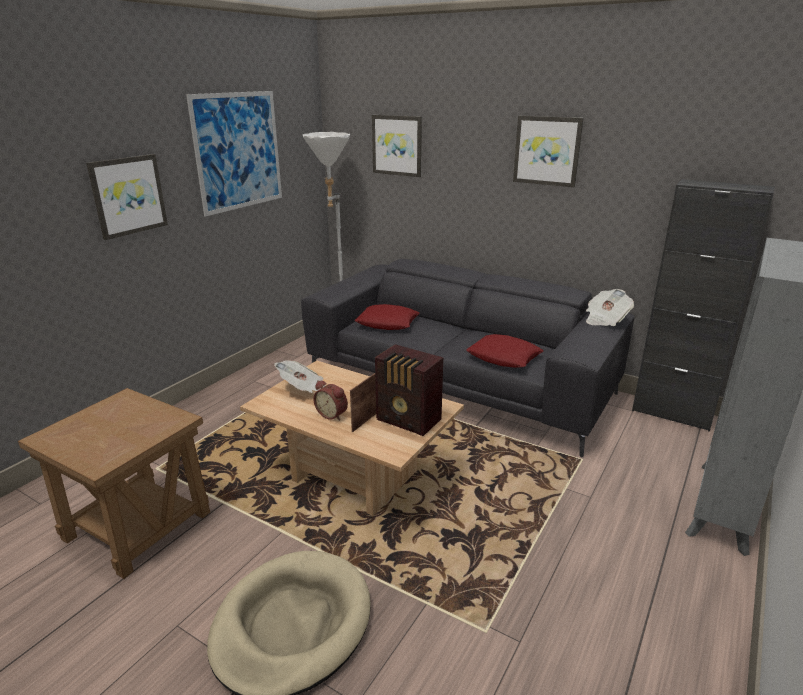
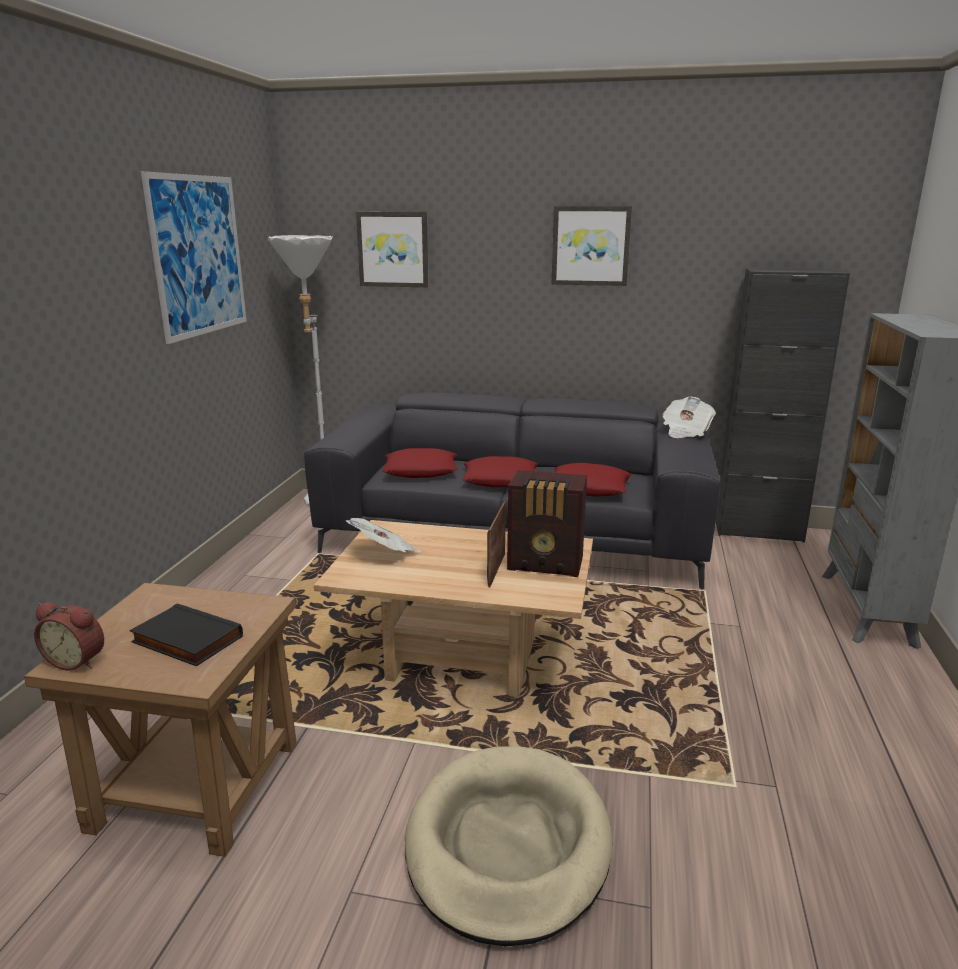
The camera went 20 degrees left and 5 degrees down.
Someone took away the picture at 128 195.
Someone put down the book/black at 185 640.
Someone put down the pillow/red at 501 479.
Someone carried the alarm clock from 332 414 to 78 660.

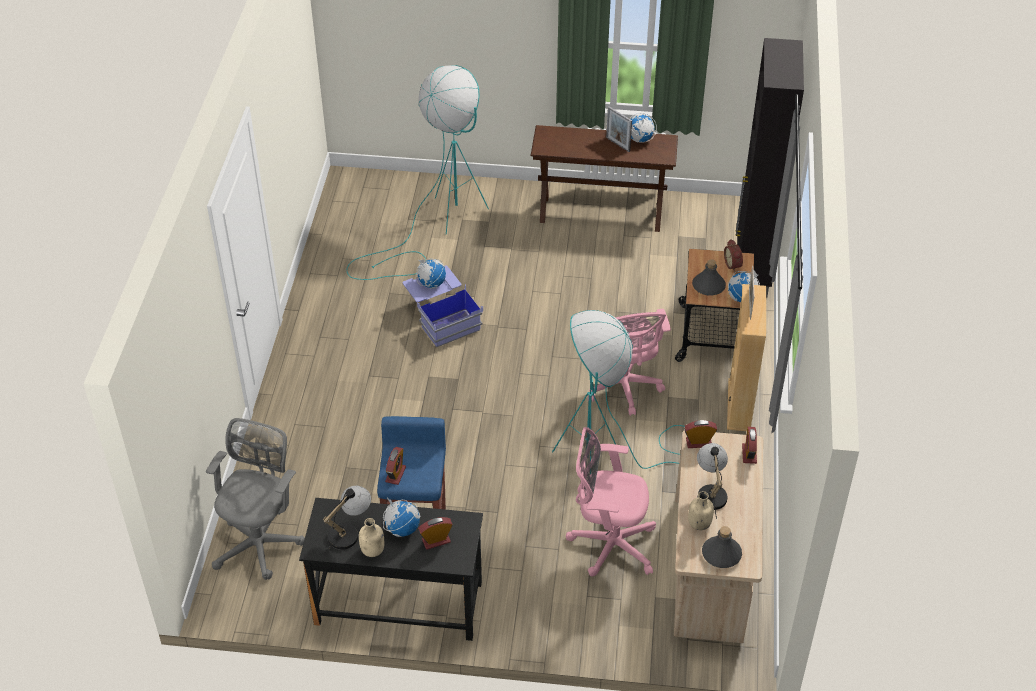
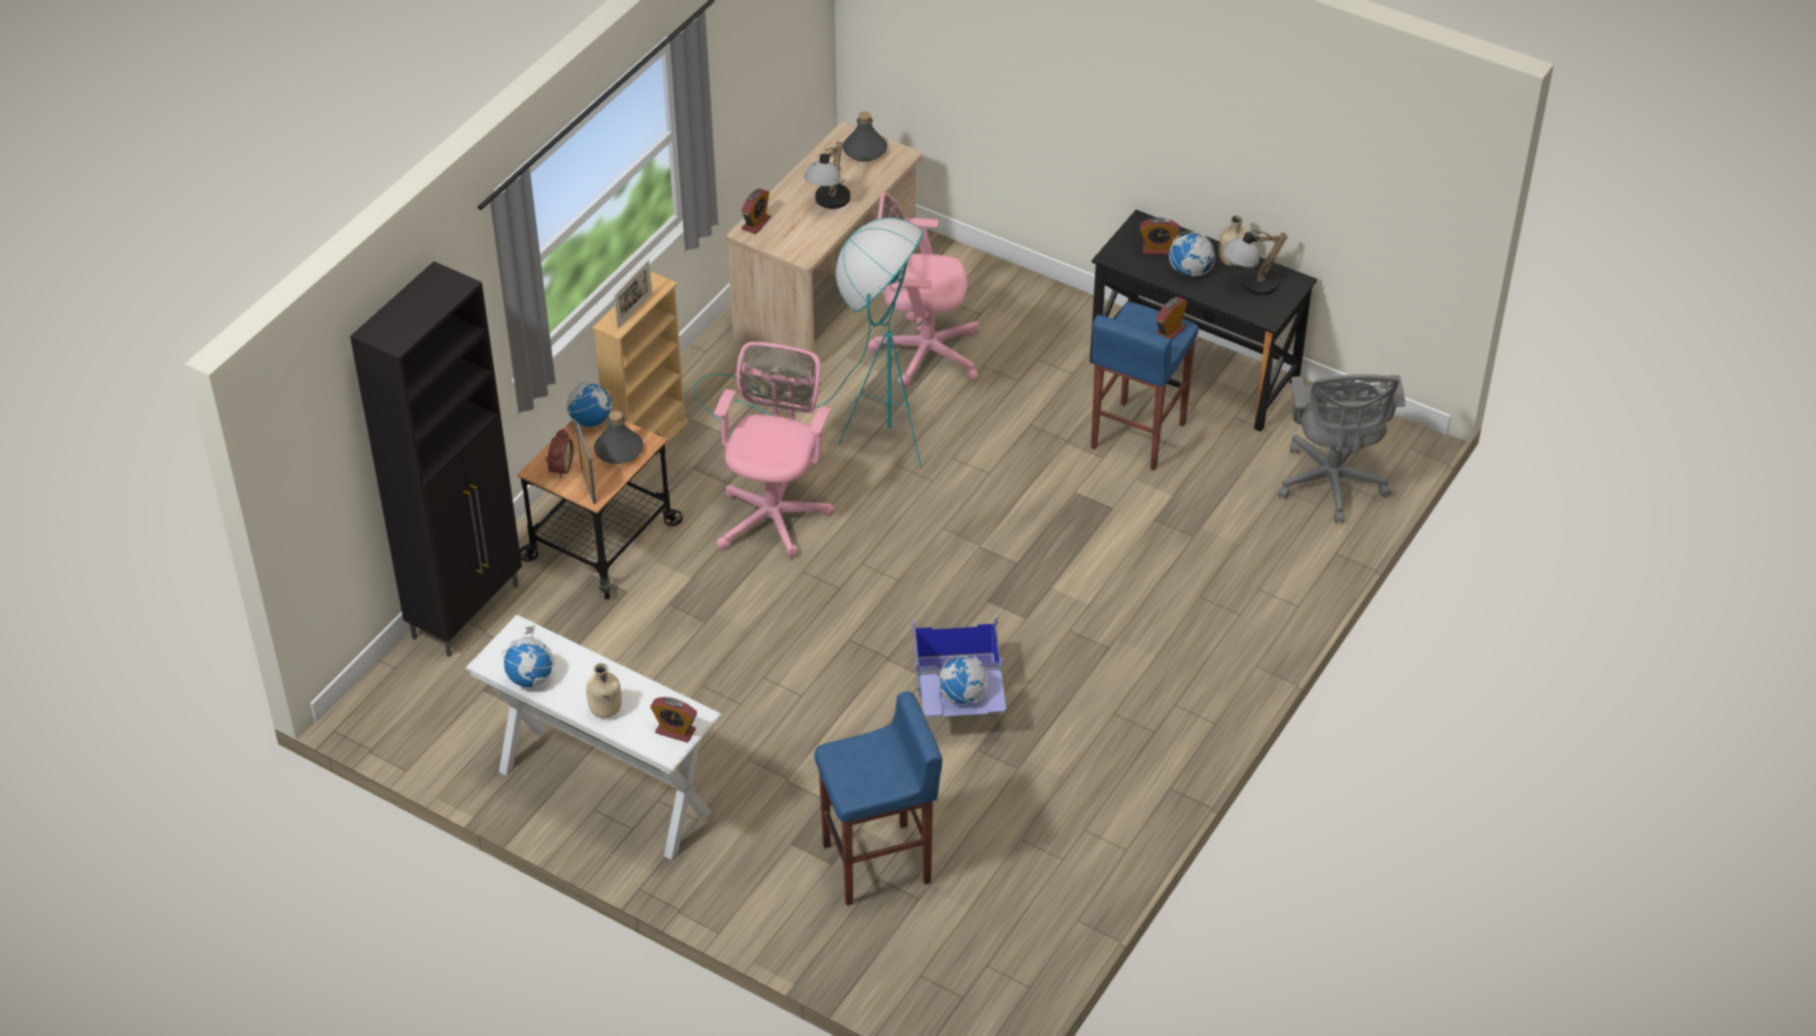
The camera went 155 degrees left and 0 degrees up.
Someone carried the picture frame from 618 144 to 588 486.
Someone carried the alarm clock from 698 442 to 675 731.
Someone carried the bottle/beige from 699 523 to 605 711.
Someone swapped the floor lamp/turquoise at 437 226 for the stool/blue at 879 864.
Someone repainted the console table/brown at 601 214, which became the console table/white at 604 791.
Someone rotated the office chair/grey at 261 541 by 45 degrees counterclockwise.
Someone rotated the office chair/pink at 609 544 by 150 degrees clockwise.

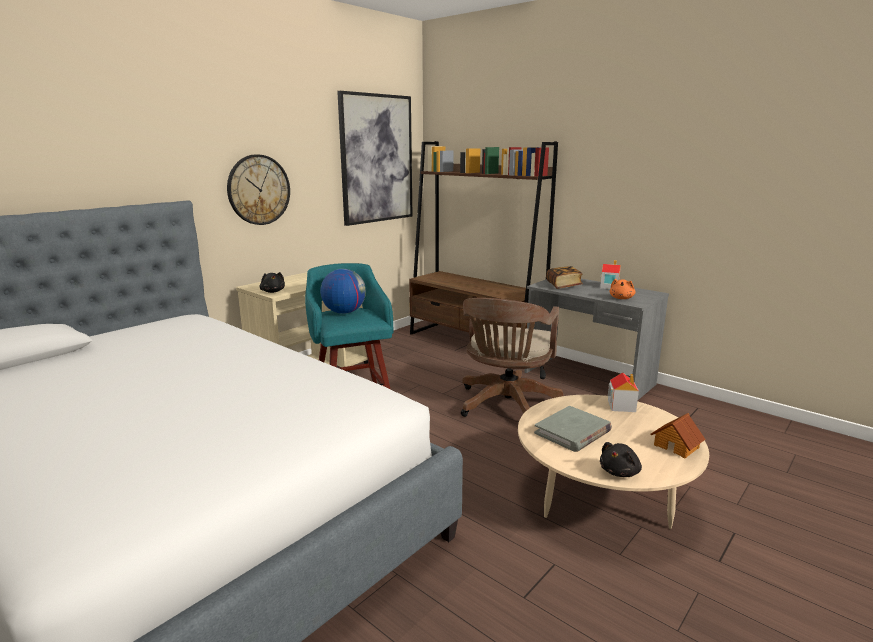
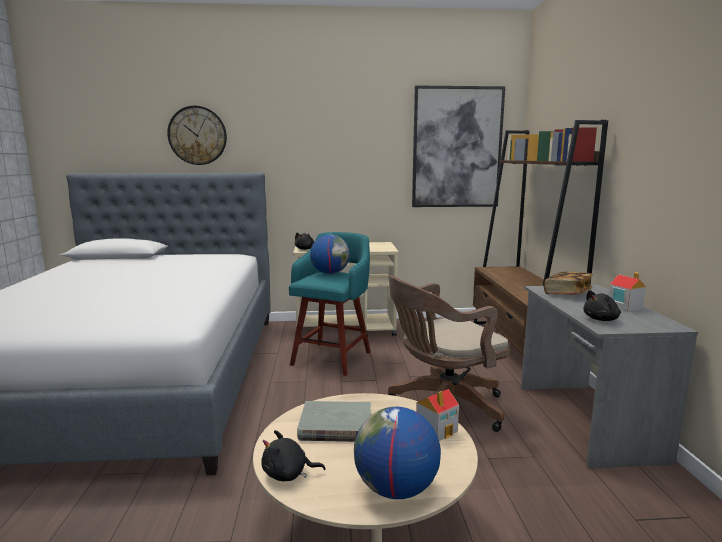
The camera went 45 degrees right and 5 degrees down.
Someone carried the wall clock from 258 190 to 197 135.
Someone swapped the toy house at 676 446 for the globe at 395 489.
Someone repainted the plush toy/orange at 621 298, which became the plush toy/black at 602 319.

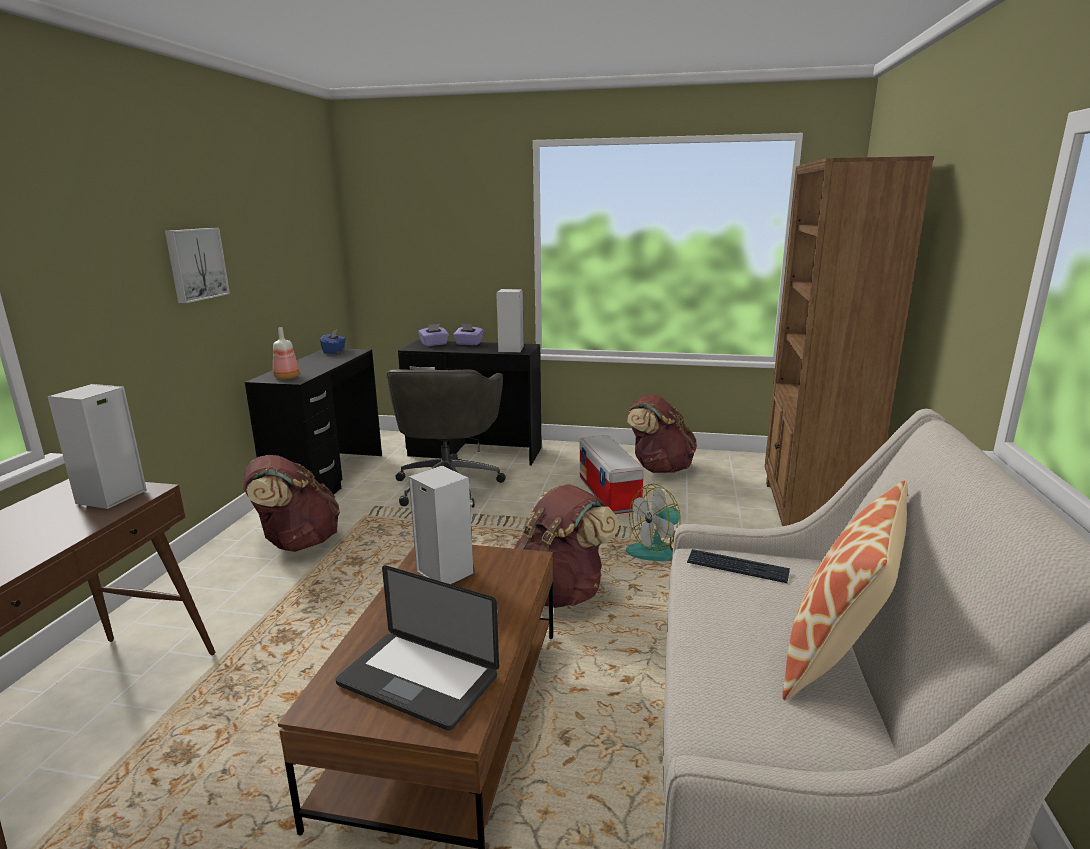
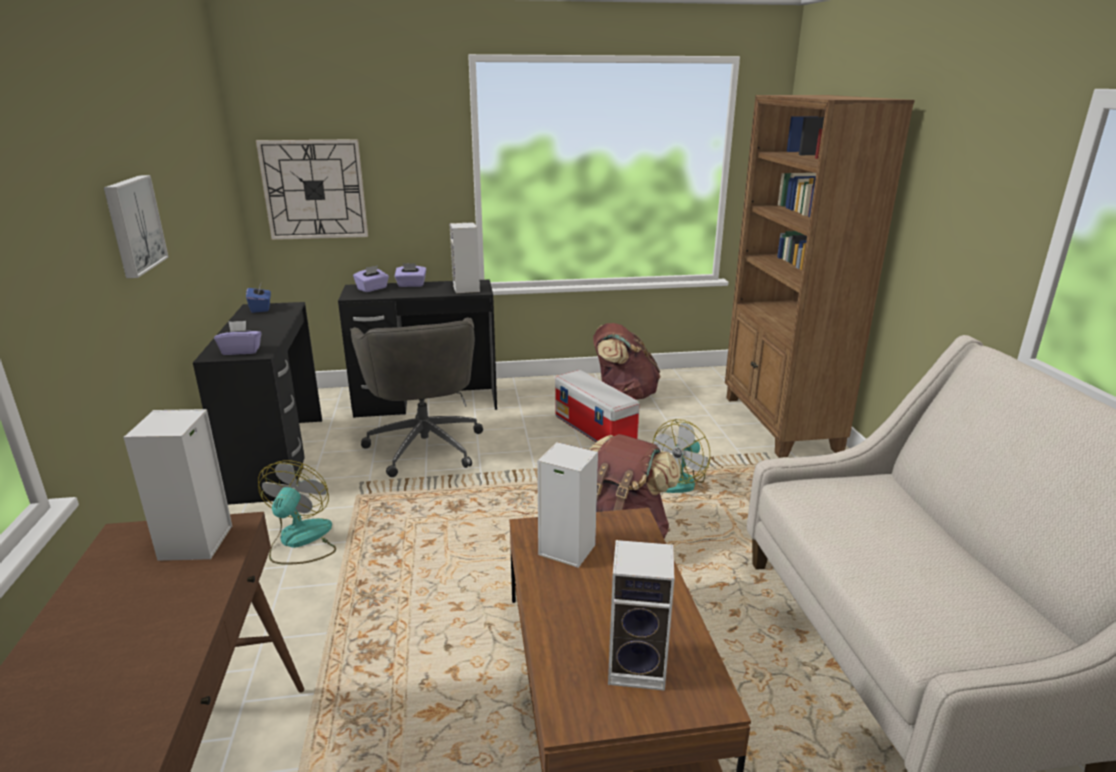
The camera went 20 degrees left and 5 degrees up.
Someone took away the keyboard at 737 568.
Someone took away the pillow at 836 654.
Someone put up the wall clock at 314 190.
Someone swapped the backpack/brown at 297 542 for the fan at 300 541.
Someone swapped the bottle at 286 377 for the tissue box/purple at 241 351.
Someone swapped the laptop at 418 680 for the speaker at 639 667.

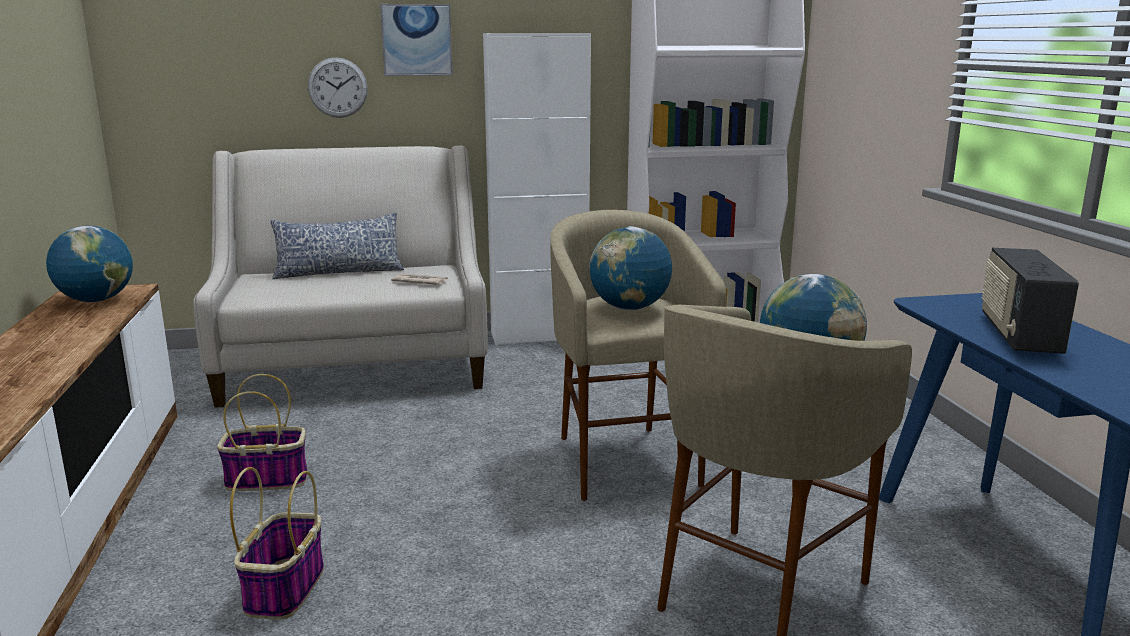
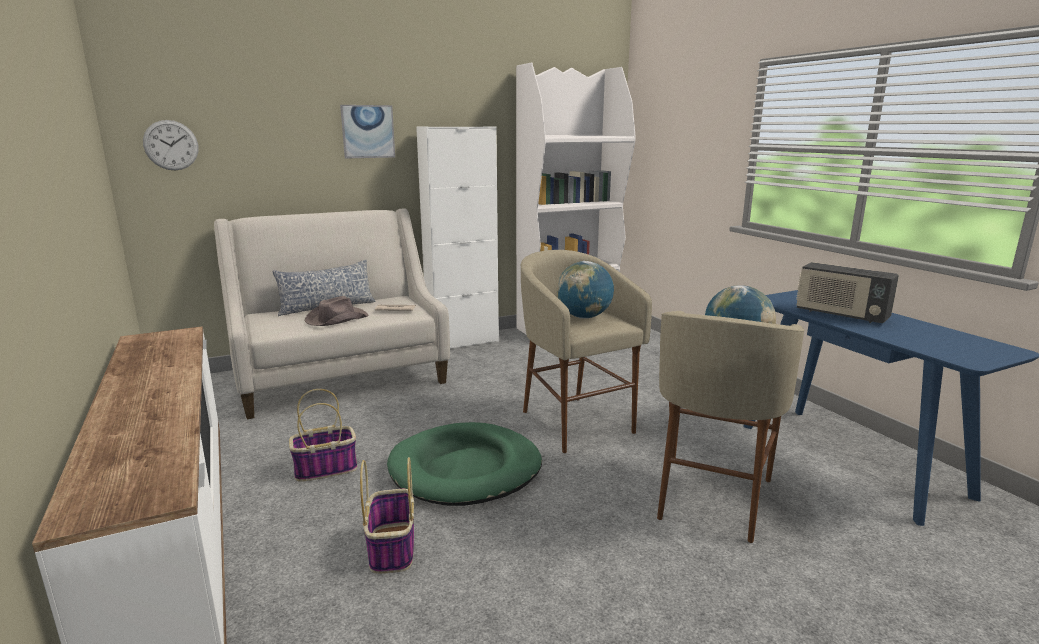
The camera went 15 degrees left and 0 degrees up.
Someone took away the globe at 96 301.
Someone put down the hat/brown at 336 319.
Someone put down the dog bed/green at 466 469.
Someone carried the wall clock from 337 87 to 171 145.
Someone rotated the radio at 1017 335 by 45 degrees counterclockwise.

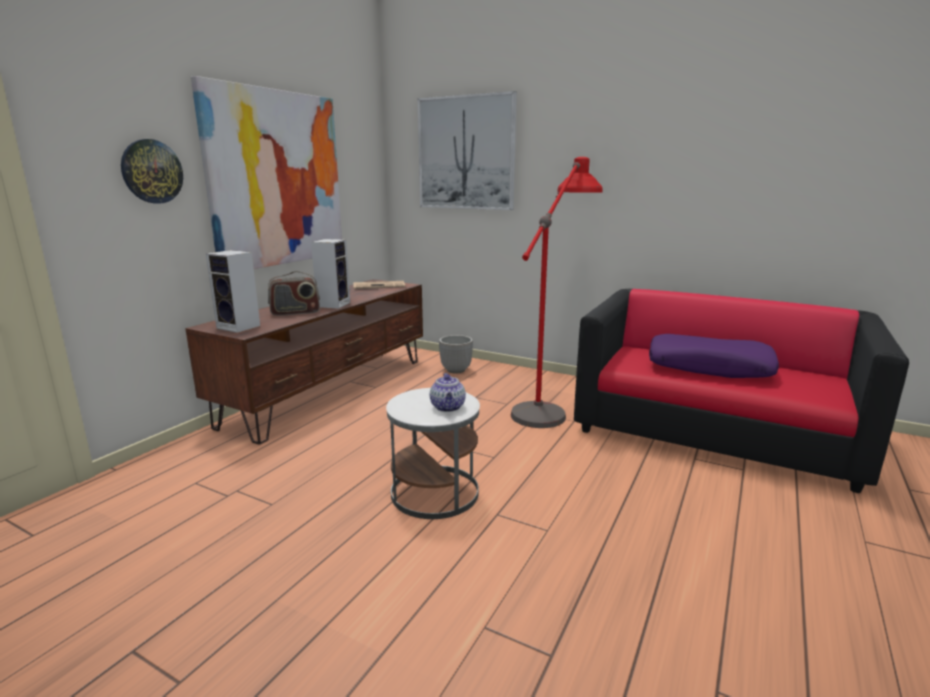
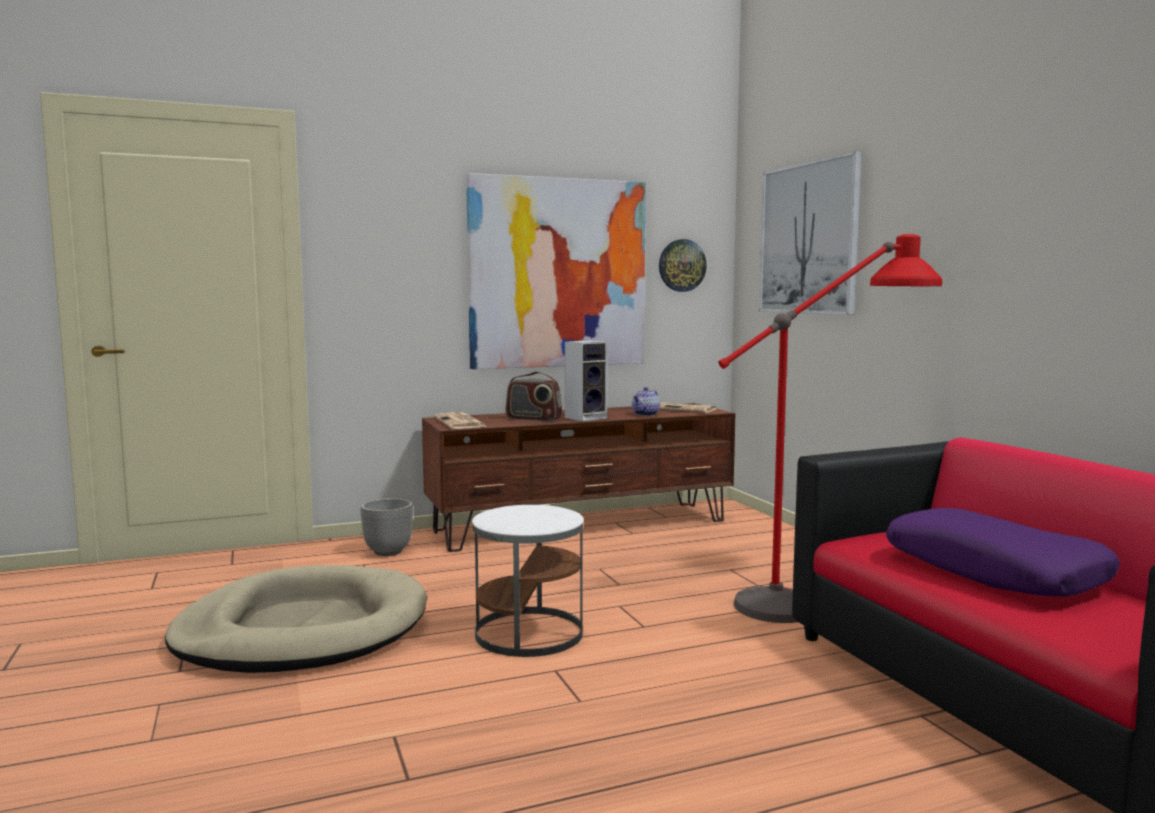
The camera went 40 degrees right and 10 degrees down.
Someone put down the dog bed/beige at 302 629.
Someone carried the wall clock from 152 171 to 682 265.
Someone carried the teapot from 448 407 to 645 414.
Someone carried the planter from 456 370 to 388 552.
Someone swapped the speaker at 240 327 for the newspaper at 461 422.

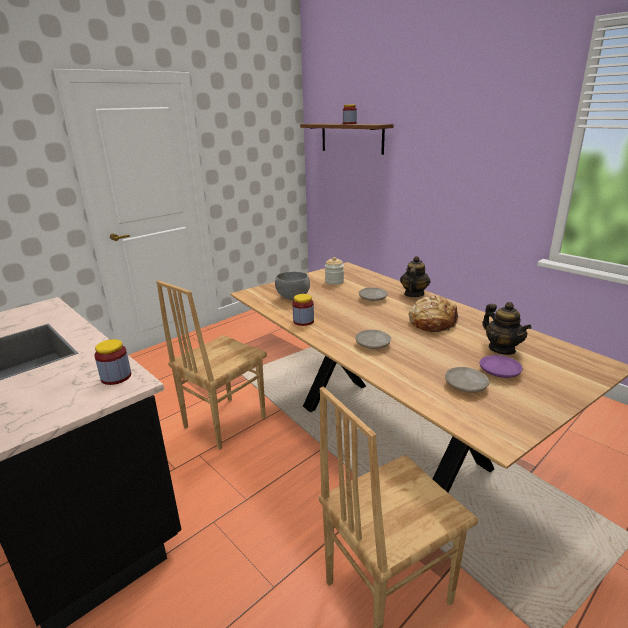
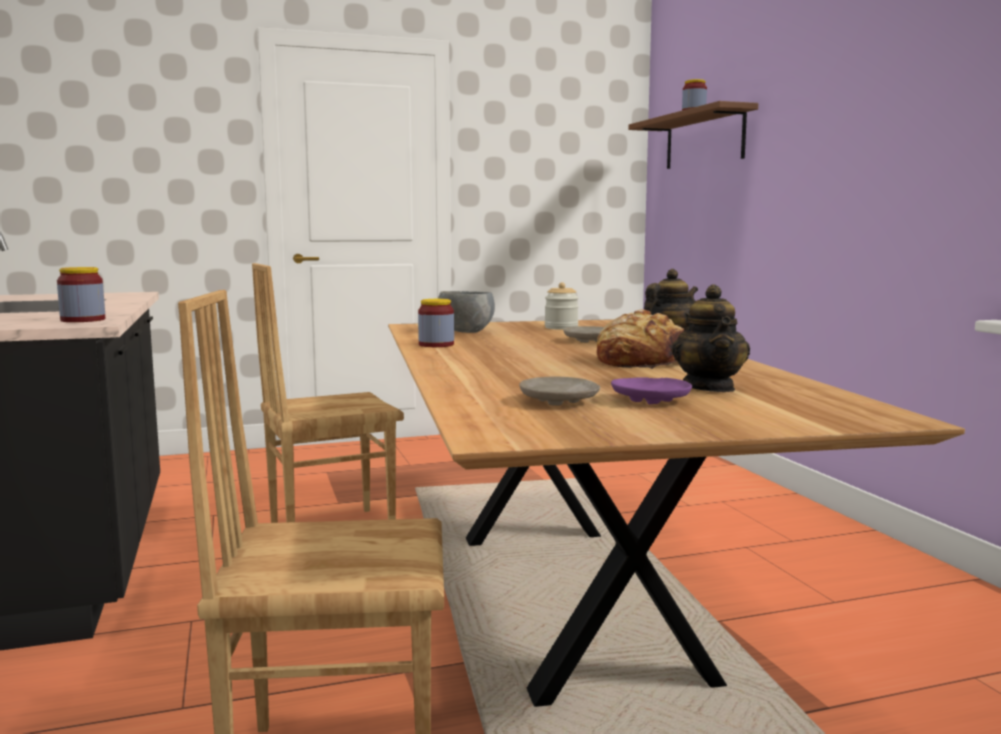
The camera went 25 degrees right and 15 degrees down.
Someone took away the plate/beige at 373 344.

